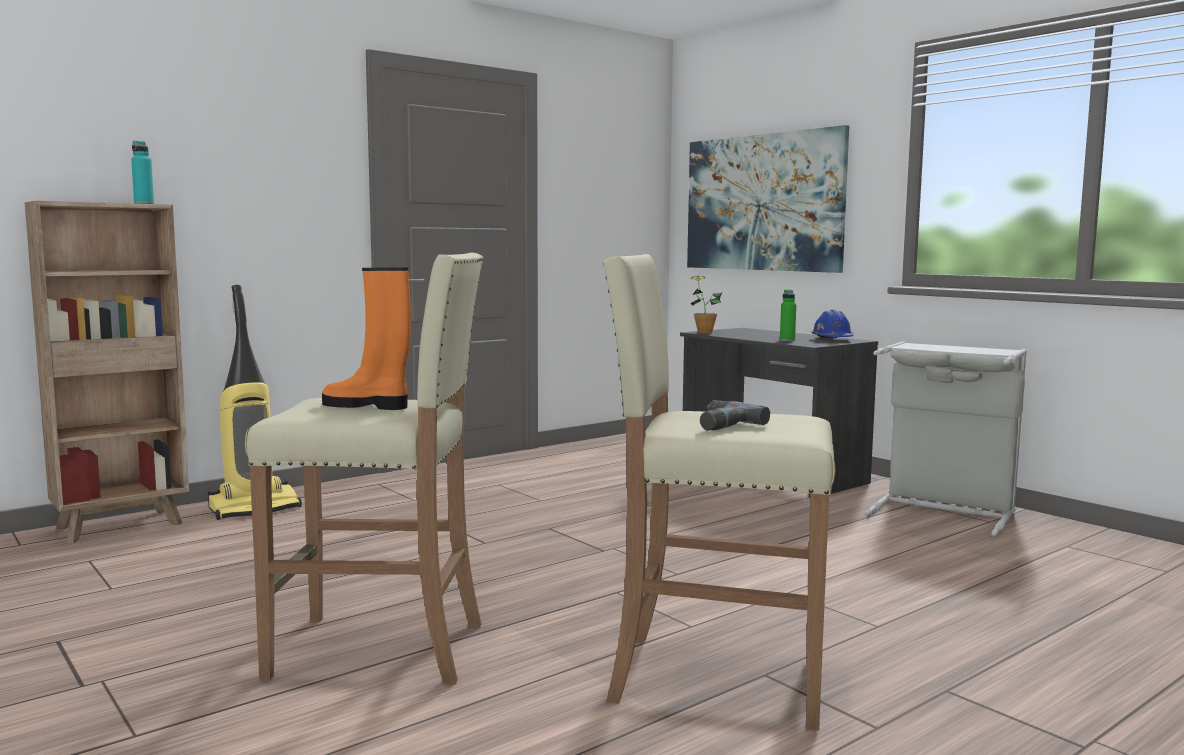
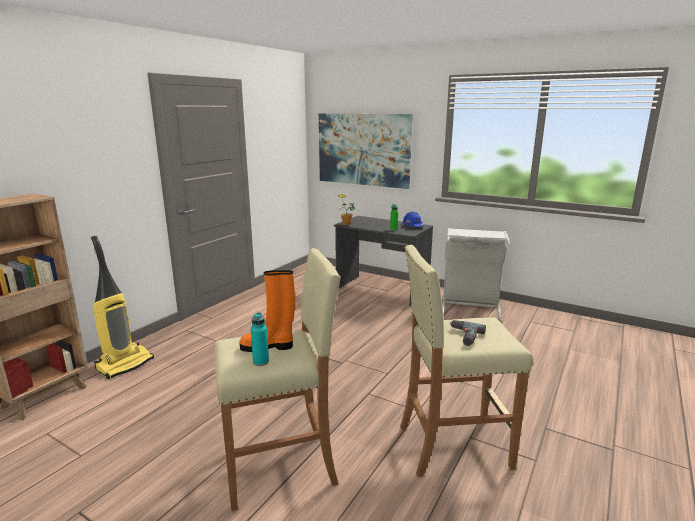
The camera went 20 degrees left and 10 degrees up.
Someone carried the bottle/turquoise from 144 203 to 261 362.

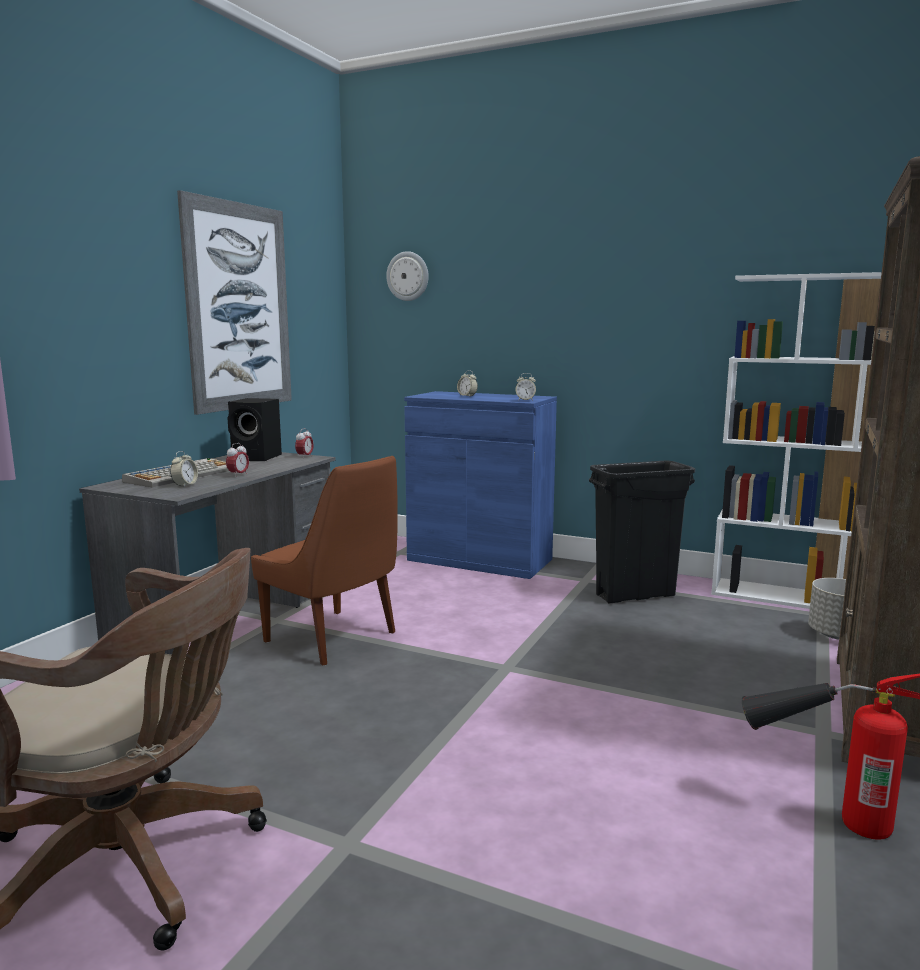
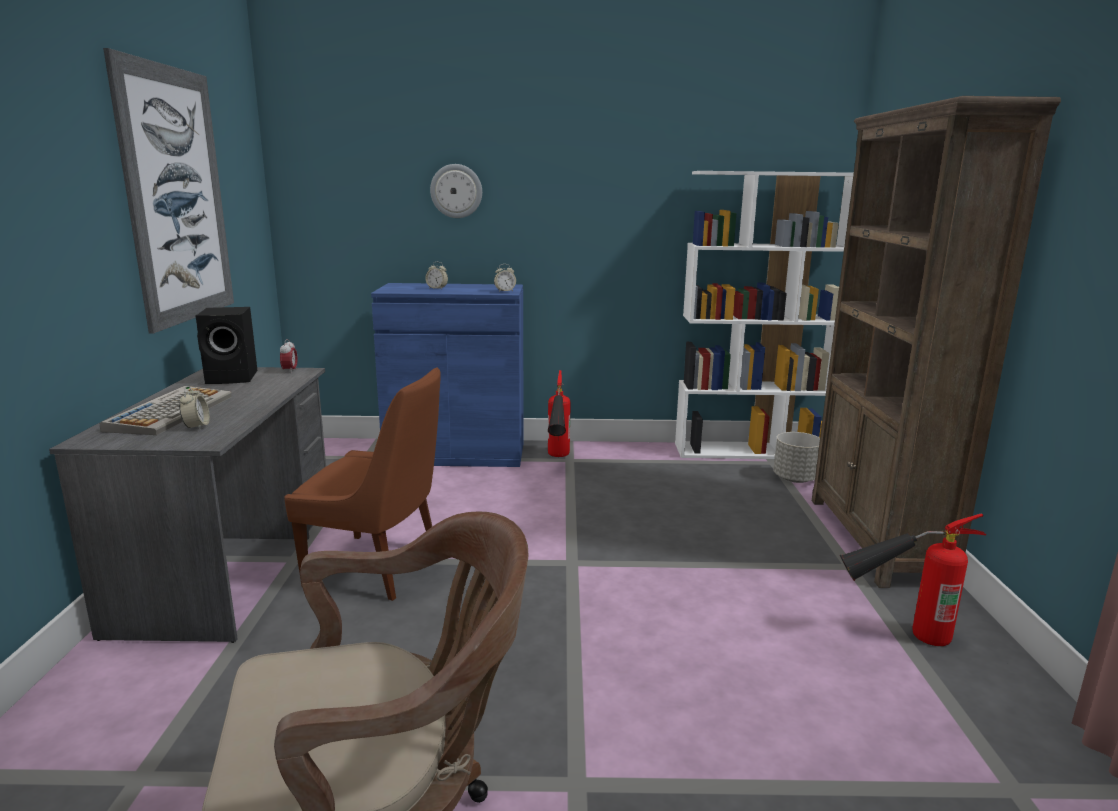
The camera went 25 degrees left and 5 degrees up.
Someone took away the alarm clock at 238 475.
Someone took away the trash can/black at 636 595.
Someone put down the fire extinguisher at 557 461.
Someone carried the wall clock from 408 276 to 456 191.

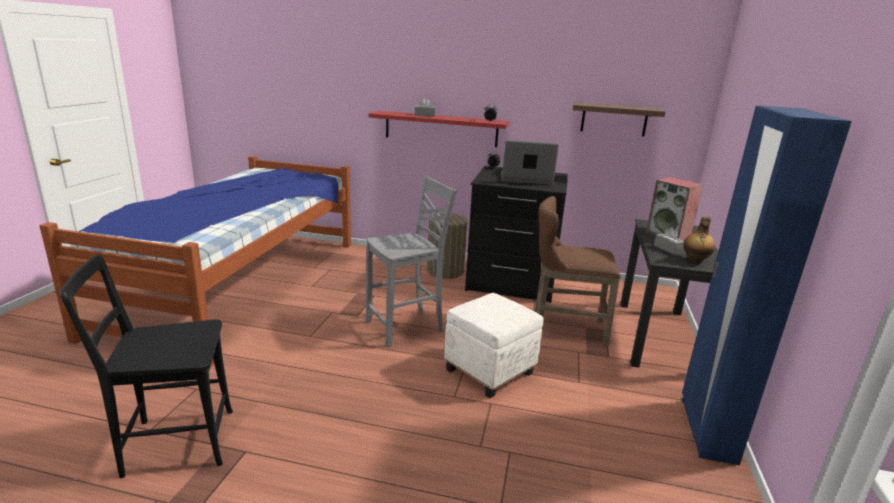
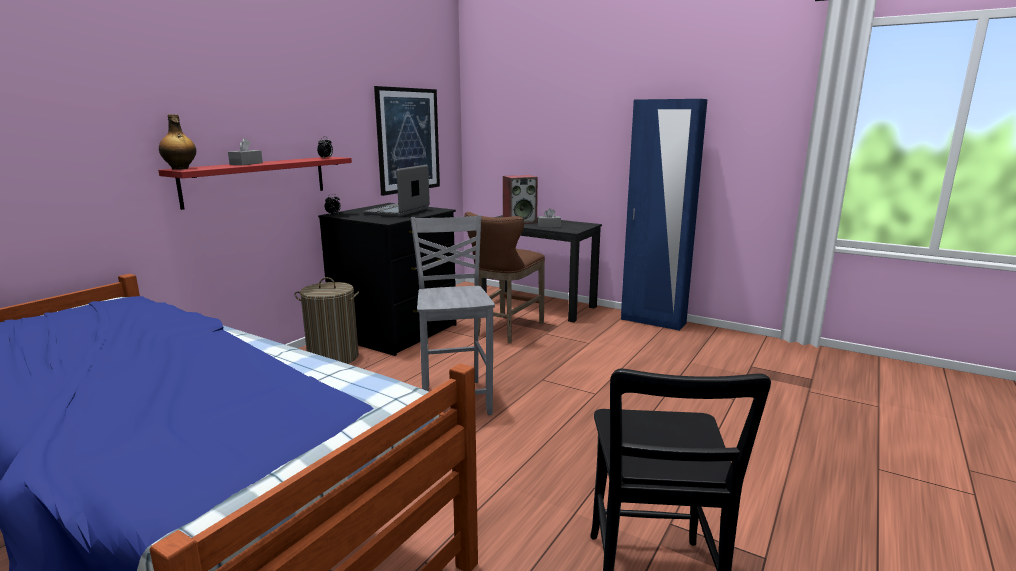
The camera went 70 degrees left and 5 degrees down.
Someone took away the ottoman/white at 489 370.
Someone carried the bottle from 695 260 to 180 168.
Someone swapped the shelf at 614 119 for the picture at 408 140.

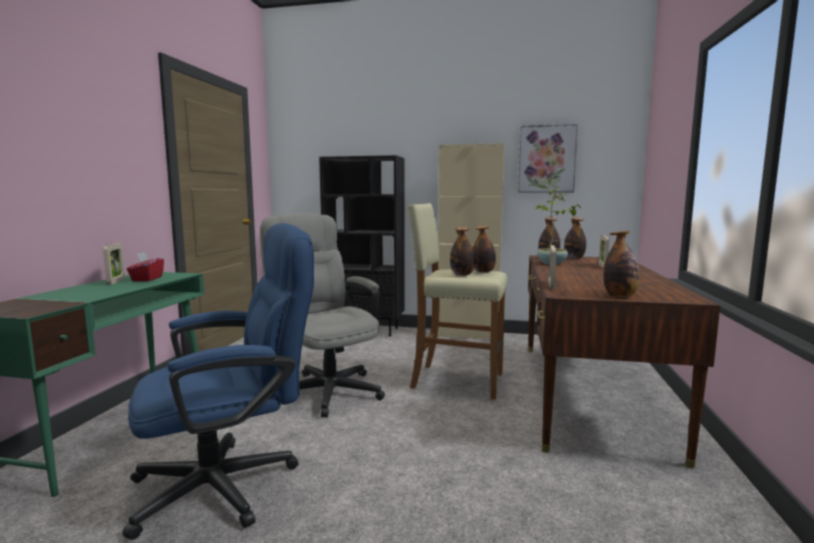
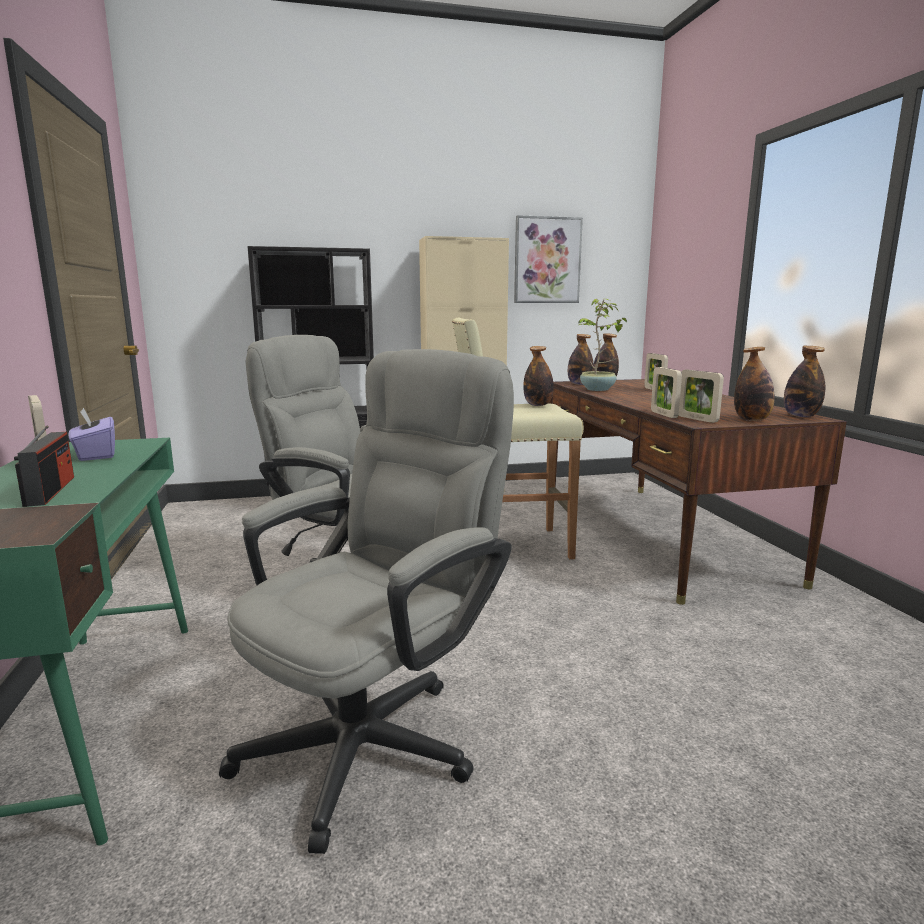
The camera went 25 degrees left and 5 degrees up.
Someone put down the radio at 50 490.
Someone put down the picture frame at 697 419.
Someone carried the bottle from 462 275 to 800 416.
Someone repainted the office chair/blue at 231 483, which became the office chair/grey at 376 735.
Someone repainted the tissue box/red at 147 279, which became the tissue box/purple at 95 455.

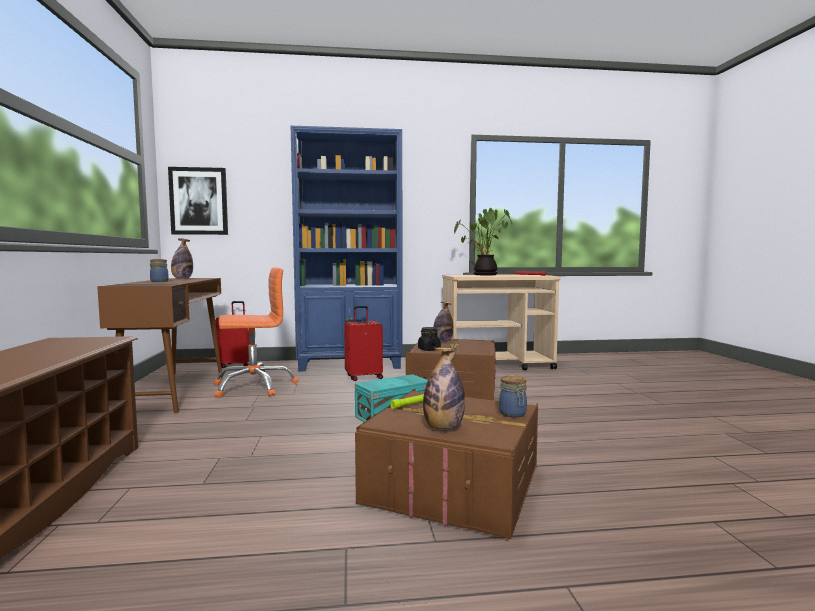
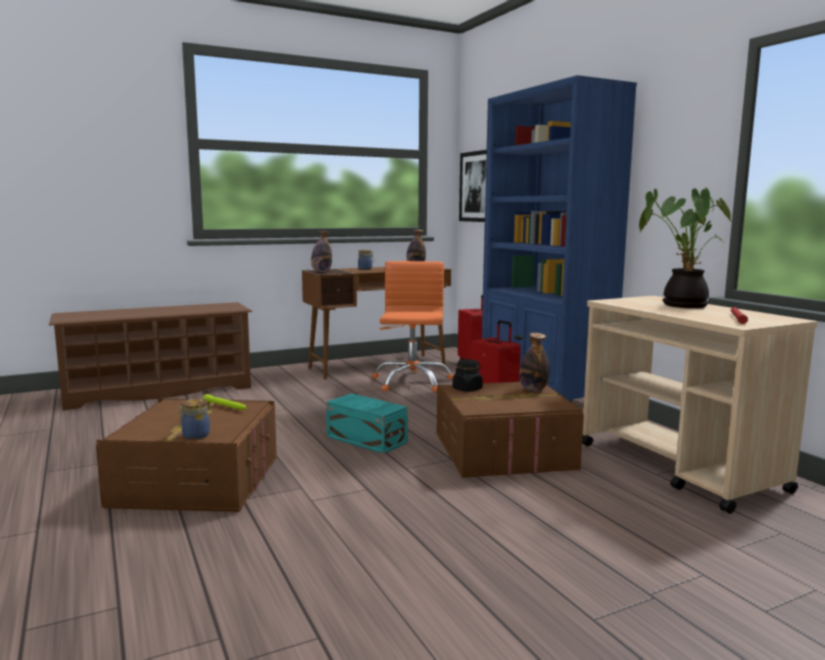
The camera went 70 degrees right and 5 degrees up.
Someone carried the bottle from 443 428 to 321 271.
Someone rotated the office chair/orange at 254 387 by 135 degrees counterclockwise.

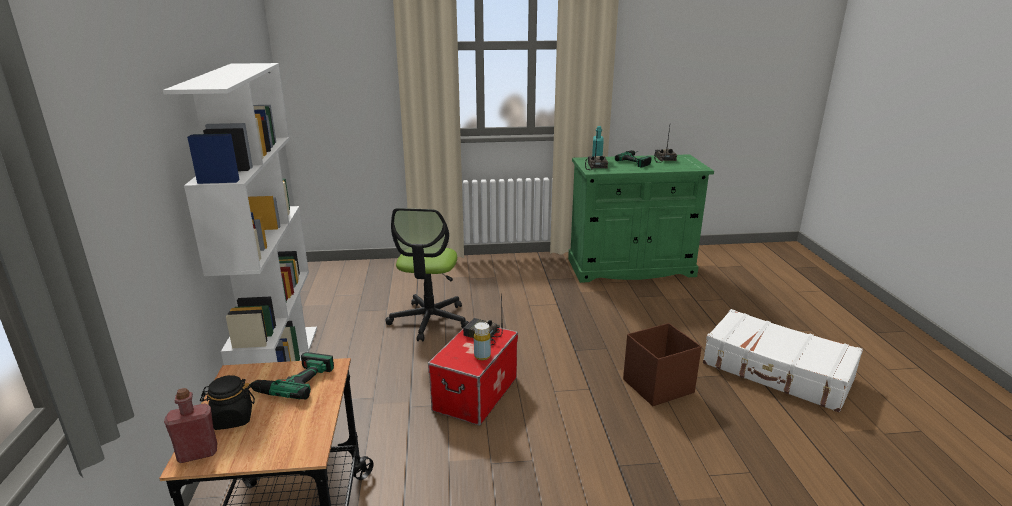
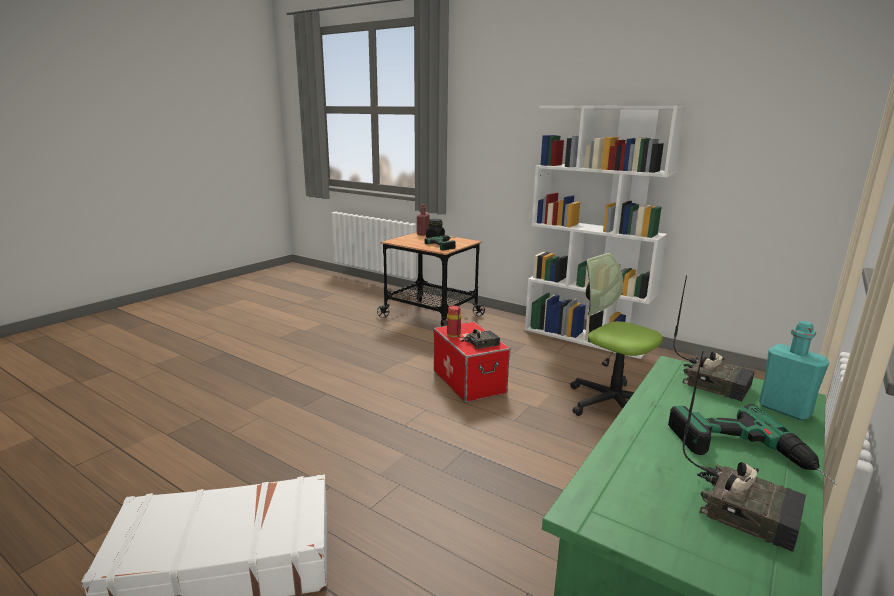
The camera went 130 degrees right and 5 degrees down.
Someone took away the storage box/brown at 657 386.
Someone repainted the bottle/yellow at 482 356, which became the bottle/red at 453 335.

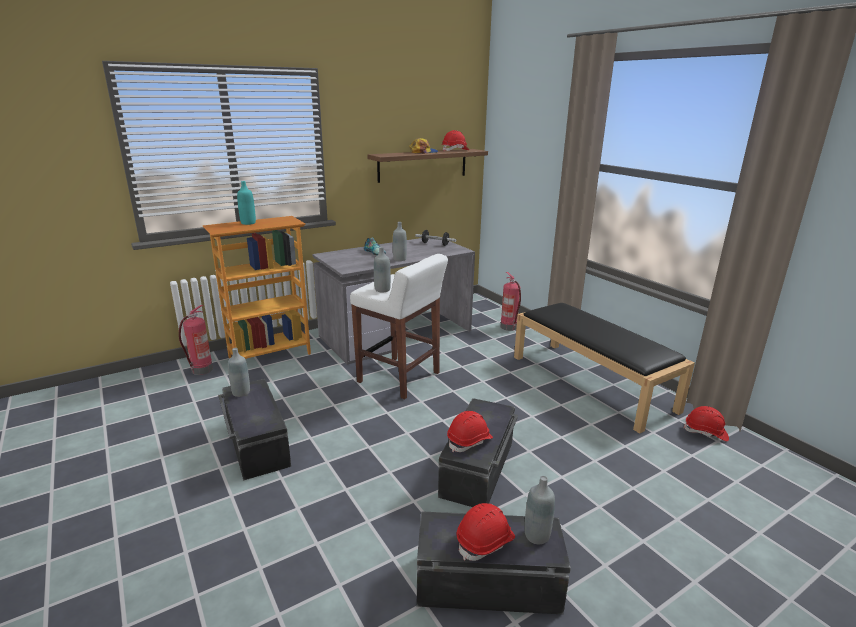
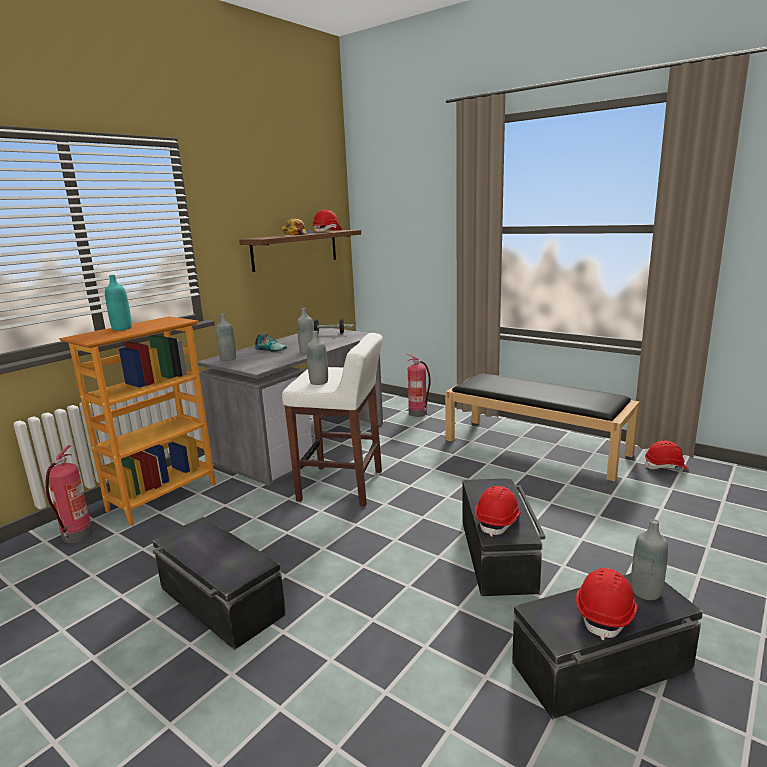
The camera went 20 degrees left and 5 degrees down.
Someone carried the bottle/grey from 241 392 to 228 359.

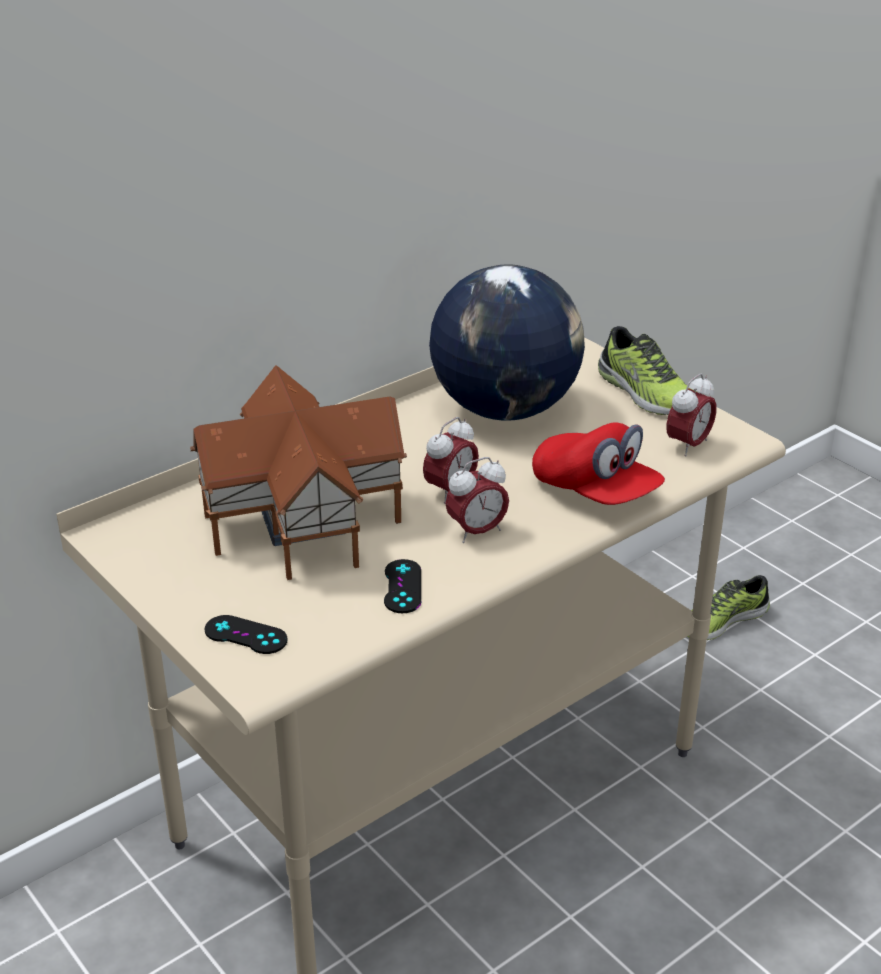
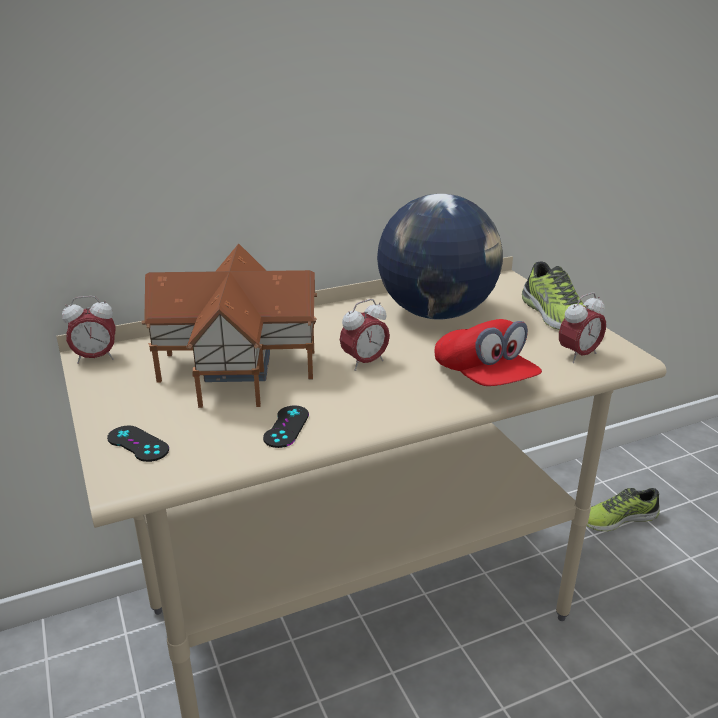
The camera went 15 degrees right and 5 degrees down.
Someone carried the alarm clock from 477 532 to 95 358.

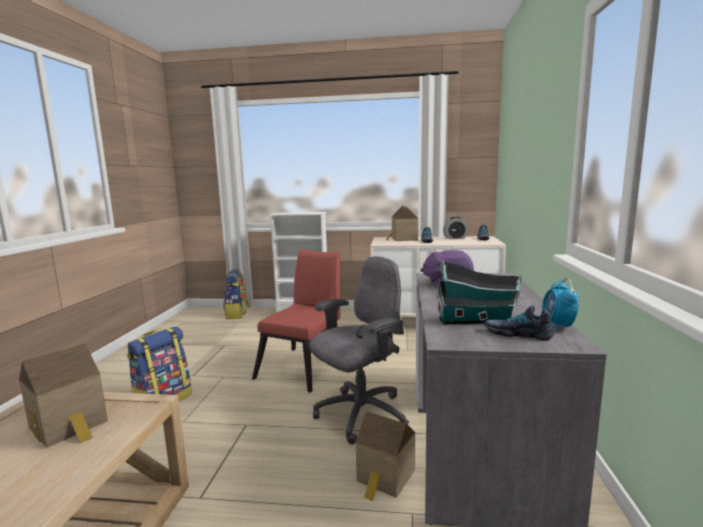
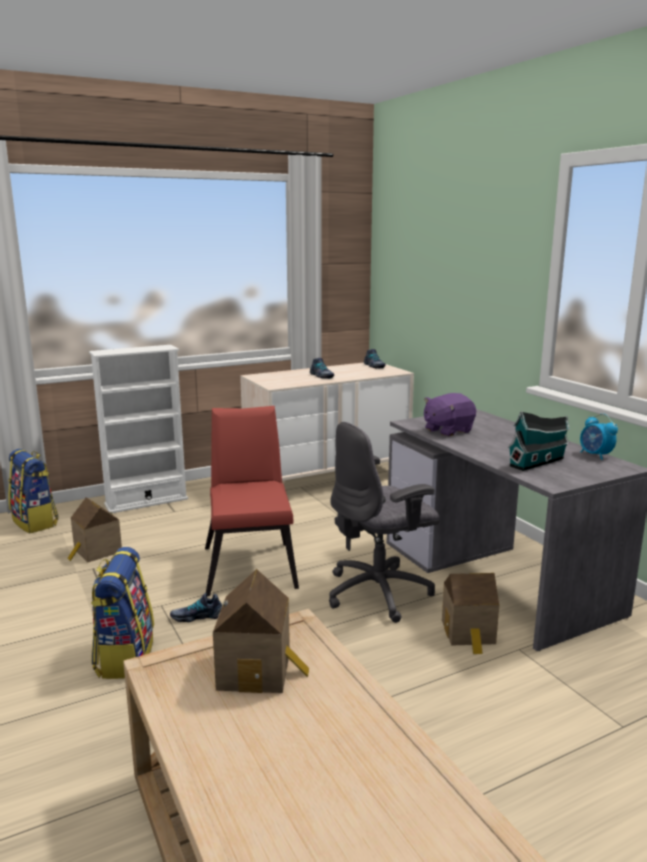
The camera went 35 degrees left and 5 degrees up.
Someone took away the alarm clock at 455 238.
Someone carried the toy house from 403 239 to 96 552.
Someone carried the shoe from 518 334 to 197 616.
Someone rotated the office chair/grey at 360 415 by 135 degrees counterclockwise.

